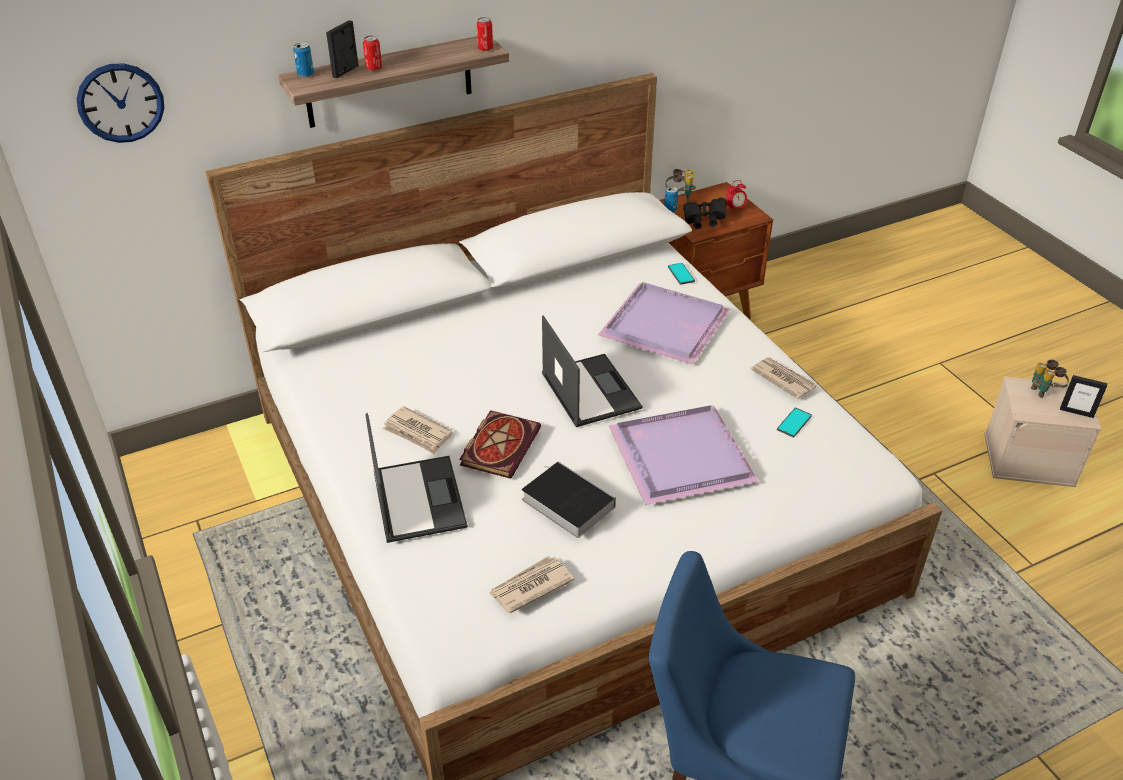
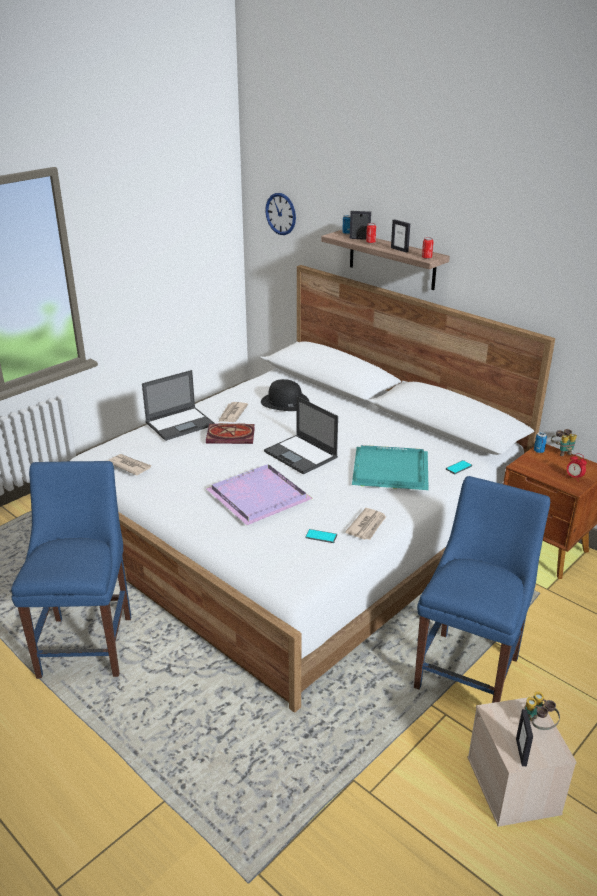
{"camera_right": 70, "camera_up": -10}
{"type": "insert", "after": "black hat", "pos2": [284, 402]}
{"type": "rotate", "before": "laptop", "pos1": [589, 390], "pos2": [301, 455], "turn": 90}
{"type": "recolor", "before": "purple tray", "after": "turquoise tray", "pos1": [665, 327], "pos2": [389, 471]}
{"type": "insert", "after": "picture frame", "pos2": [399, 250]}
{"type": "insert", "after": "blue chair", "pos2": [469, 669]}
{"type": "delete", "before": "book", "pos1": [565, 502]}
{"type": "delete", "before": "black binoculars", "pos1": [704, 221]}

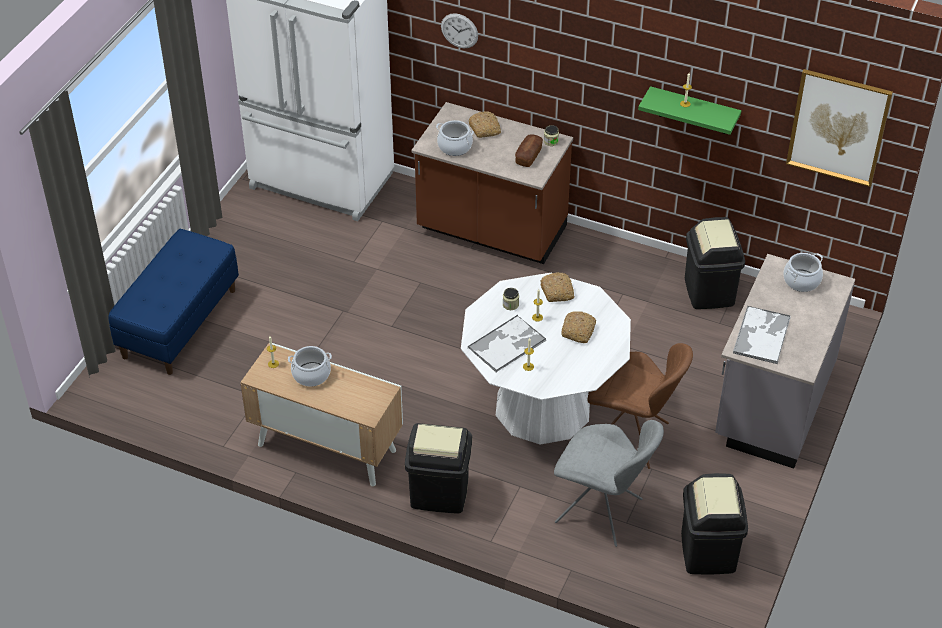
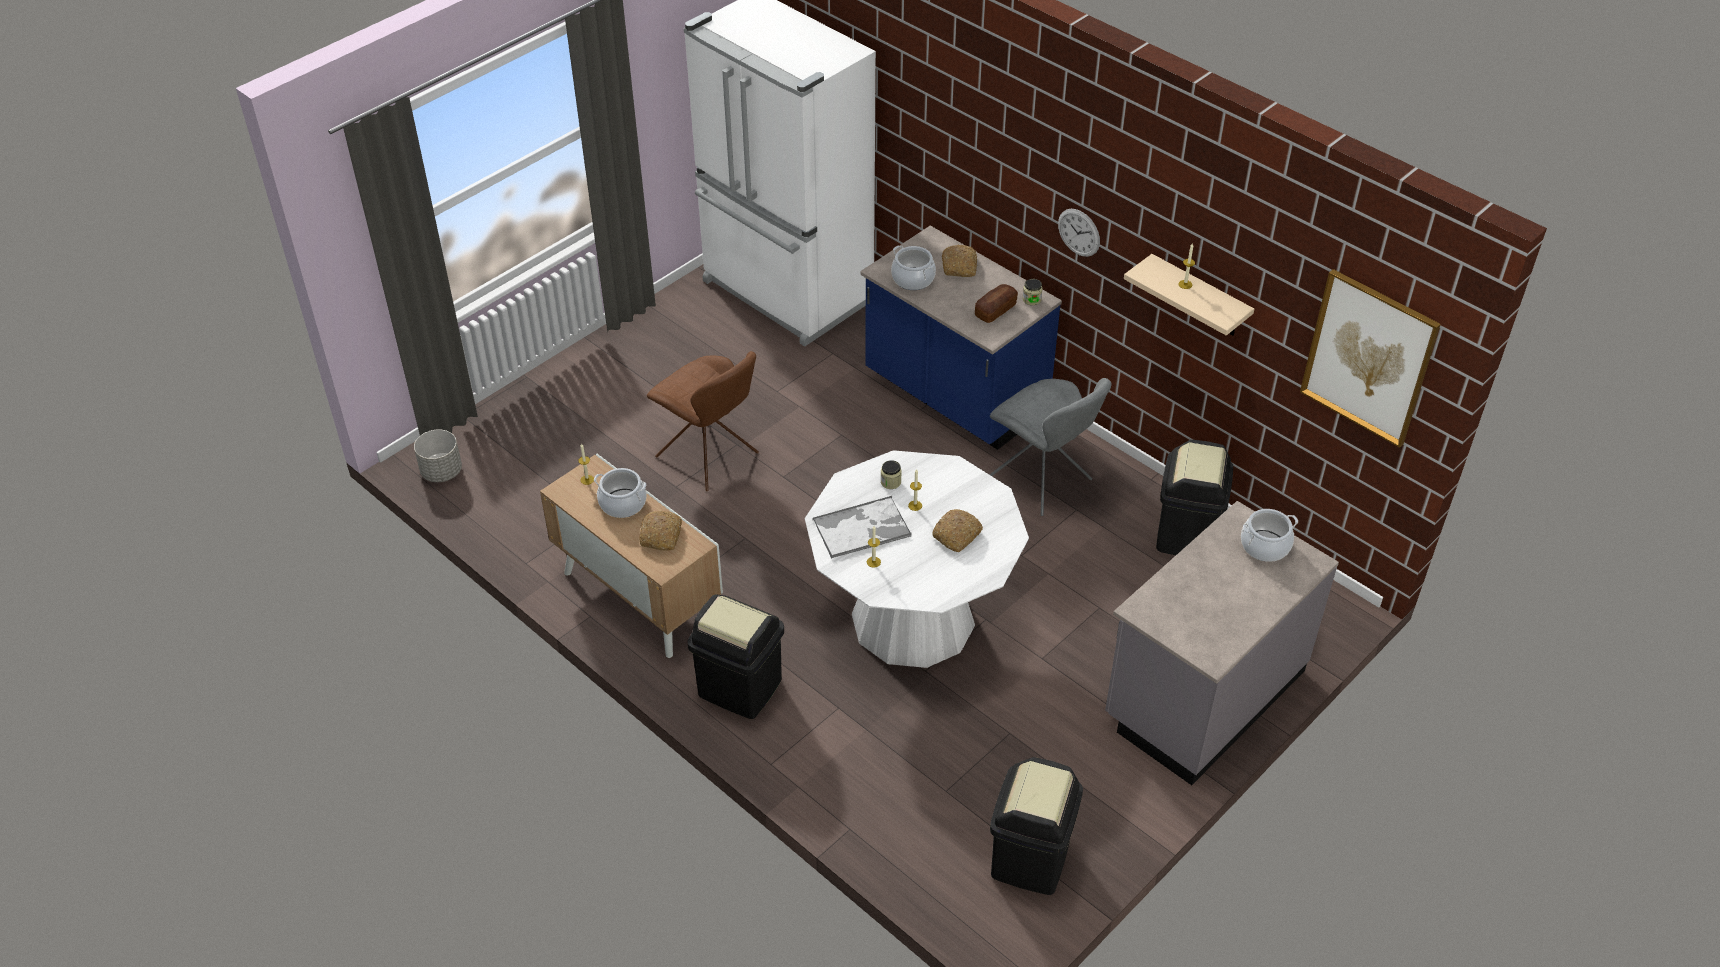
{"camera_right": 20, "camera_up": 0}
{"type": "insert", "after": "grey planter", "pos2": [441, 472]}
{"type": "move", "before": "bread", "pos1": [557, 291], "pos2": [661, 536]}
{"type": "move", "before": "brown chair", "pos1": [632, 438], "pos2": [710, 457]}
{"type": "recolor", "before": "brown counter", "after": "blue counter", "pos1": [491, 231], "pos2": [954, 395]}
{"type": "move", "before": "grey chair", "pos1": [602, 512], "pos2": [1042, 481]}
{"type": "move", "before": "wall clock", "pos1": [459, 30], "pos2": [1079, 232]}
{"type": "recolor", "before": "green shelf", "after": "beige shelf", "pos1": [693, 111], "pos2": [1199, 297]}
{"type": "delete", "before": "blue bench", "pos1": [179, 323]}
{"type": "delete", "before": "tray", "pos1": [762, 335]}

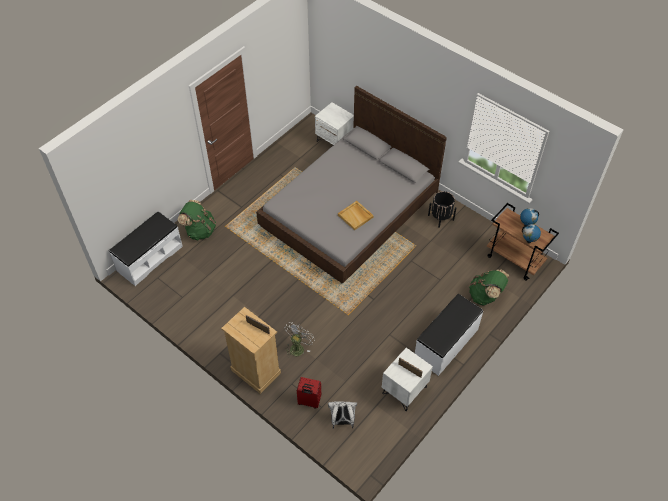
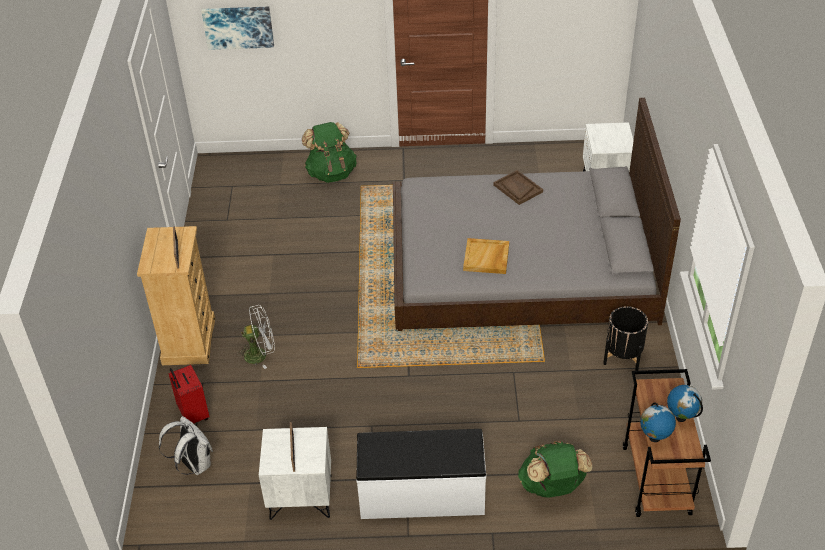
{"camera_right": 50, "camera_up": -10}
{"type": "insert", "after": "picture", "pos2": [238, 27]}
{"type": "insert", "after": "brown tray", "pos2": [517, 188]}
{"type": "delete", "before": "white bench", "pos1": [149, 258]}

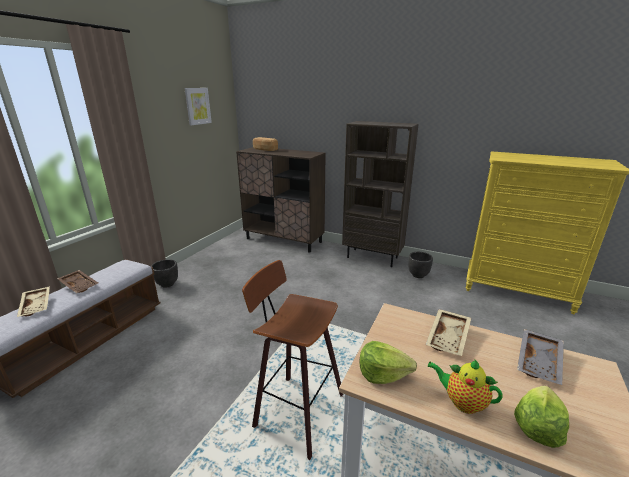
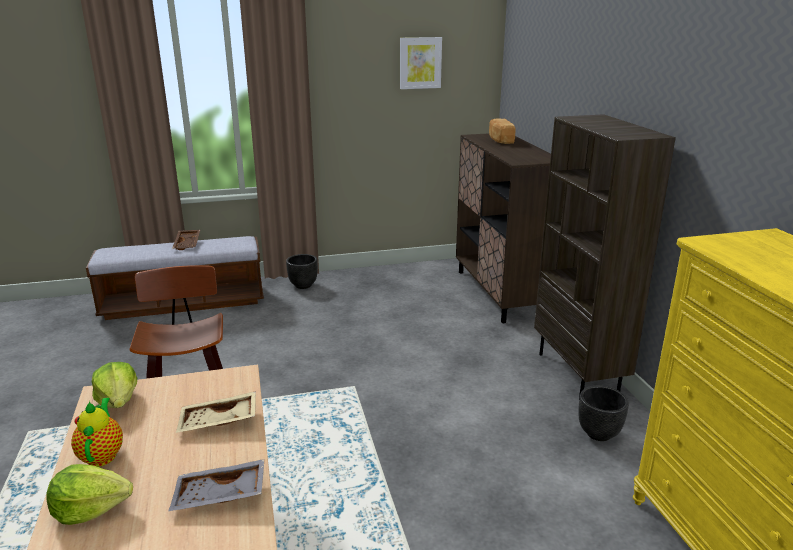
{"camera_right": 50, "camera_up": 0}
{"type": "delete", "before": "beige tray", "pos1": [37, 305]}

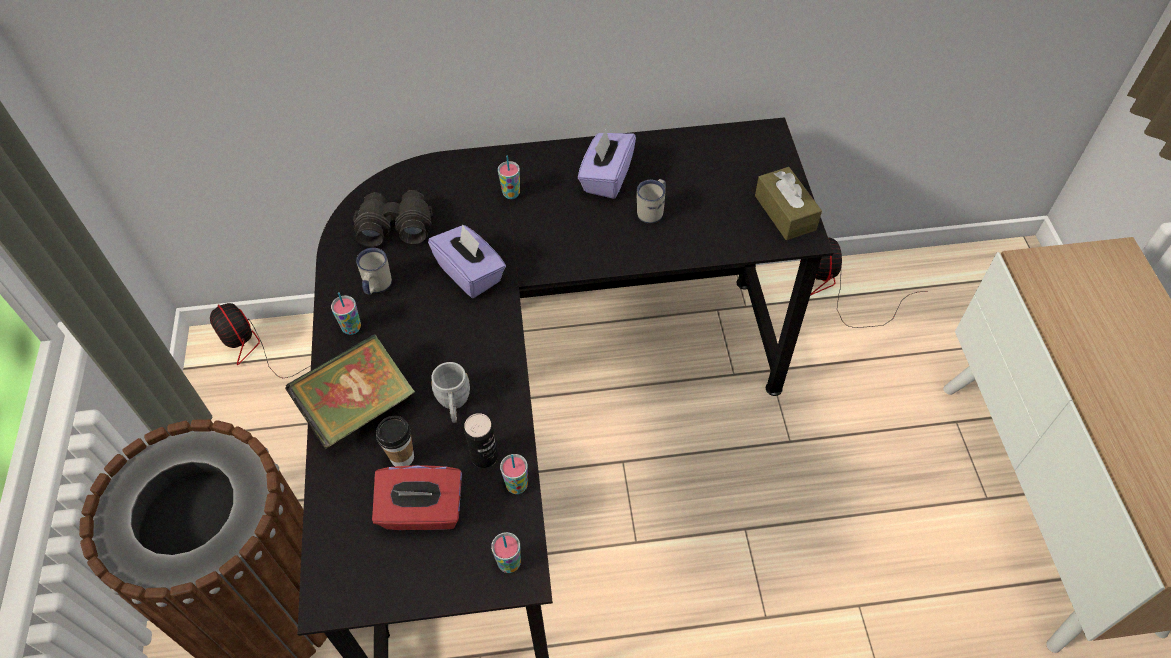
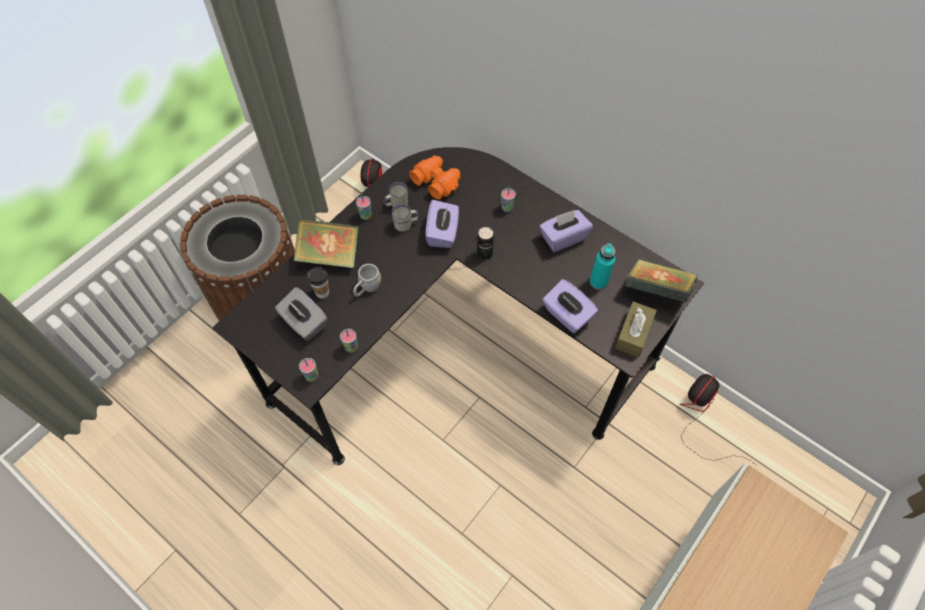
{"camera_right": 45, "camera_up": 5}
{"type": "recolor", "before": "red tissue box", "after": "grey tissue box", "pos1": [422, 512], "pos2": [304, 323]}
{"type": "move", "before": "white mug", "pos1": [653, 211], "pos2": [406, 225]}
{"type": "recolor", "before": "black binoculars", "after": "orange binoculars", "pos1": [395, 226], "pos2": [436, 181]}
{"type": "move", "before": "can", "pos1": [484, 456], "pos2": [484, 254]}
{"type": "insert", "after": "purple tissue box", "pos2": [567, 315]}
{"type": "insert", "after": "turquoise bottle", "pos2": [598, 282]}
{"type": "insert", "after": "book", "pos2": [657, 291]}

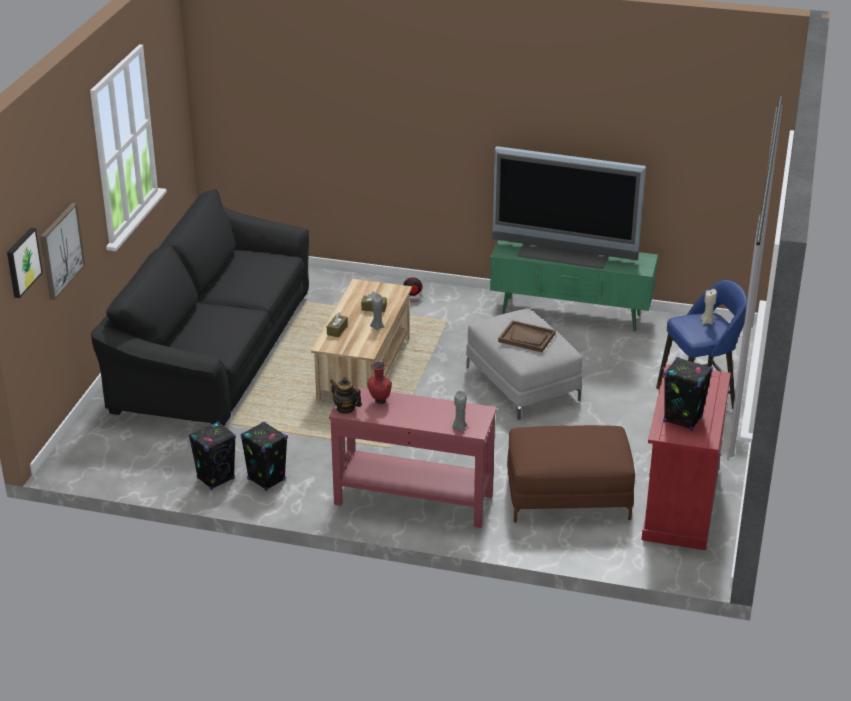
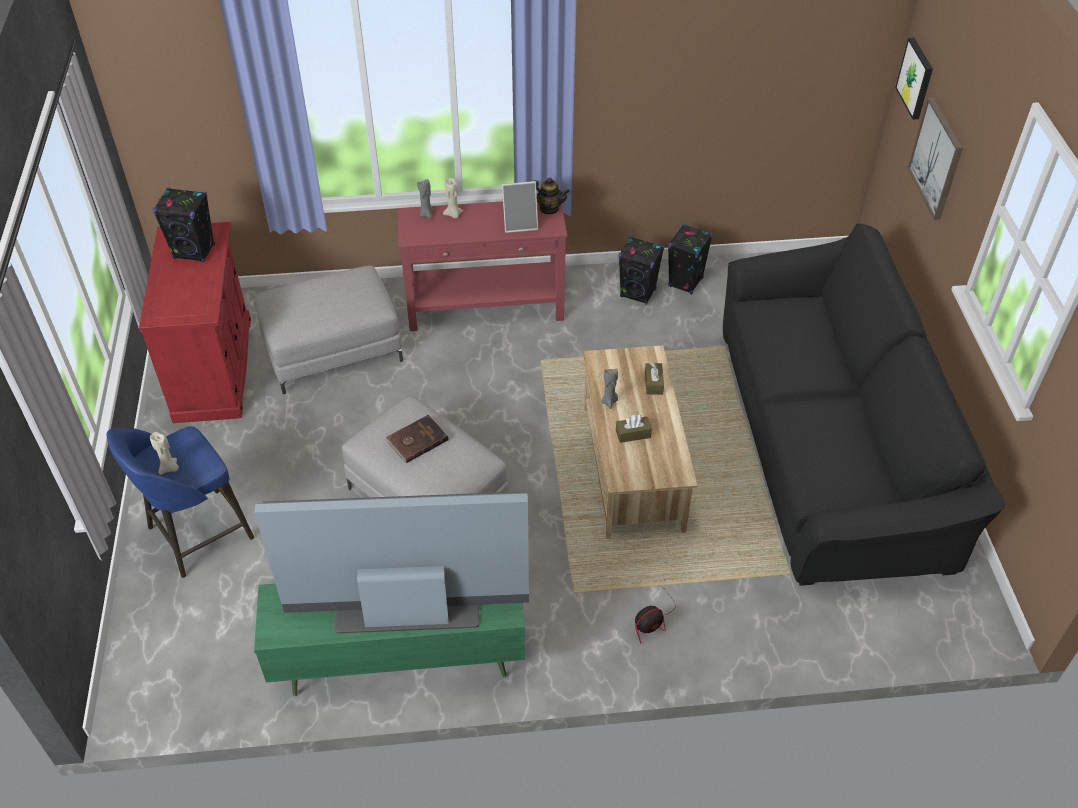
{"camera_right": 160, "camera_up": 15}
{"type": "recolor", "before": "brown ottoman", "after": "grey ottoman", "pos1": [568, 496], "pos2": [332, 349]}
{"type": "replace", "before": "brown tray", "after": "brown book", "pos1": [527, 338], "pos2": [416, 440]}
{"type": "insert", "after": "beige candle", "pos2": [453, 214]}
{"type": "replace", "before": "red vase", "after": "picture frame", "pos1": [379, 401], "pos2": [520, 224]}

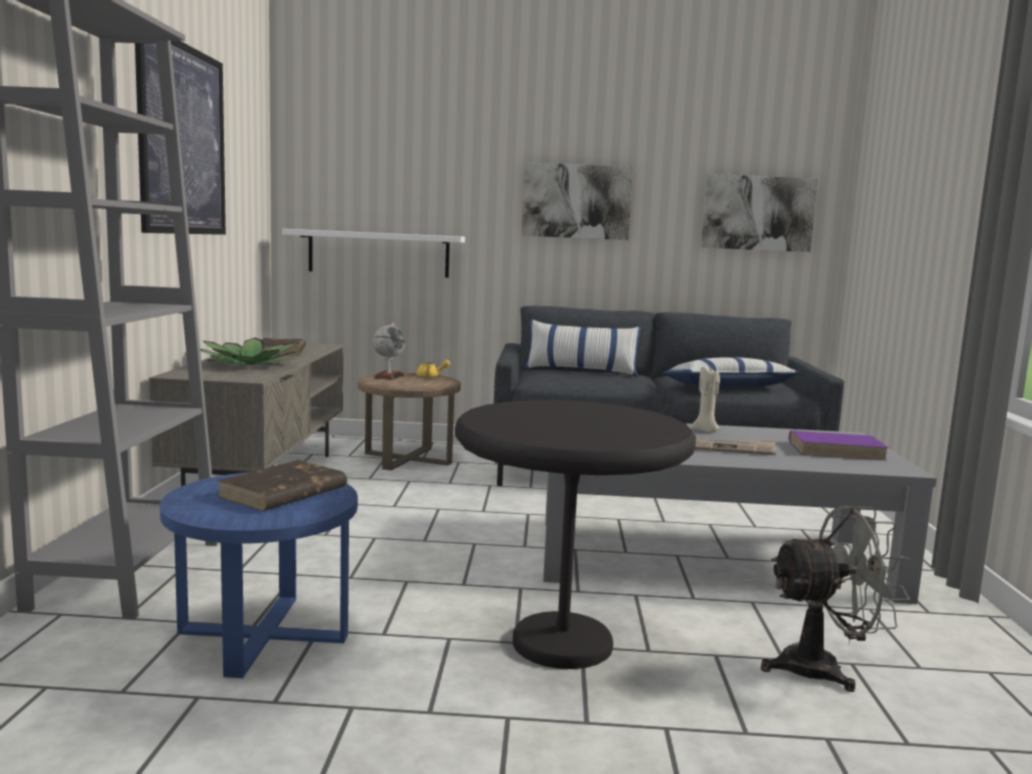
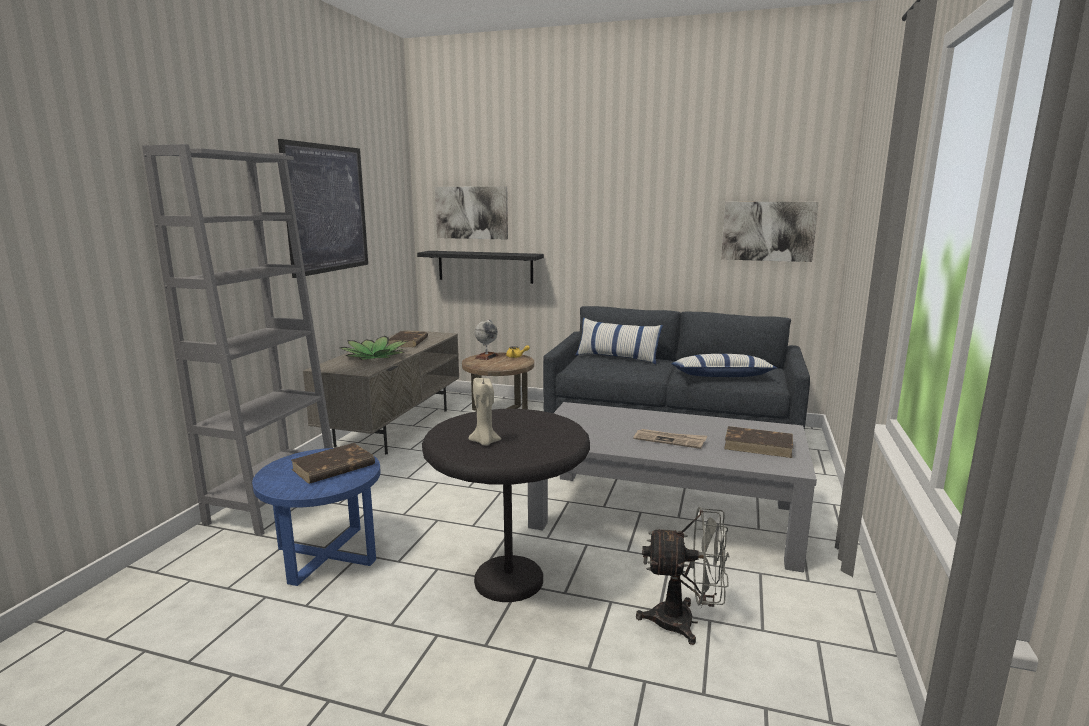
{"camera_right": 15, "camera_up": 5}
{"type": "recolor", "before": "white shelf", "after": "black shelf", "pos1": [378, 253], "pos2": [485, 266]}
{"type": "move", "before": "picture", "pos1": [576, 201], "pos2": [472, 212]}
{"type": "move", "before": "beige candle", "pos1": [705, 431], "pos2": [484, 442]}
{"type": "recolor", "before": "purple book", "after": "brown book", "pos1": [837, 450], "pos2": [759, 445]}

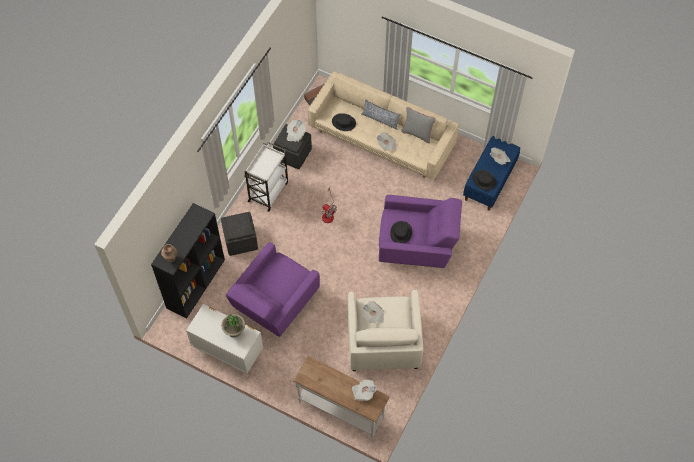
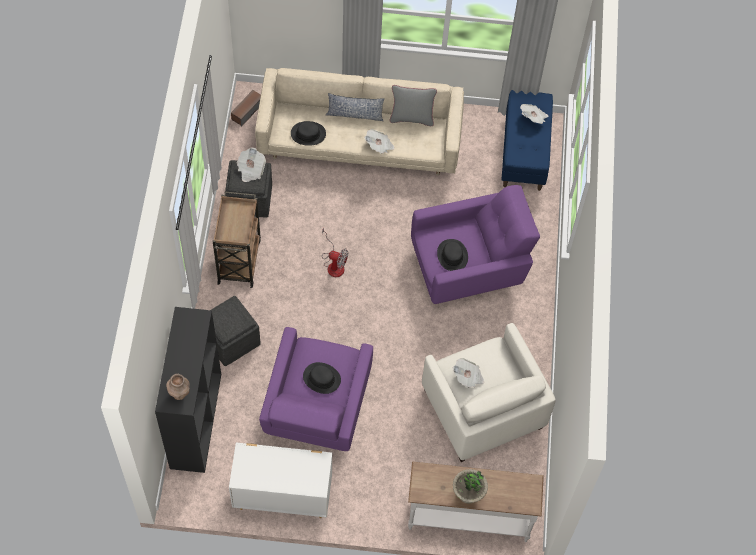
{"camera_right": -25, "camera_up": 0}
{"type": "recolor", "before": "white cart", "after": "brown cart", "pos1": [268, 191], "pos2": [239, 260]}
{"type": "move", "before": "black hat", "pos1": [484, 180], "pos2": [321, 378]}
{"type": "move", "before": "potted plant", "pos1": [234, 331], "pos2": [468, 494]}
{"type": "delete", "before": "newspaper", "pos1": [363, 392]}

